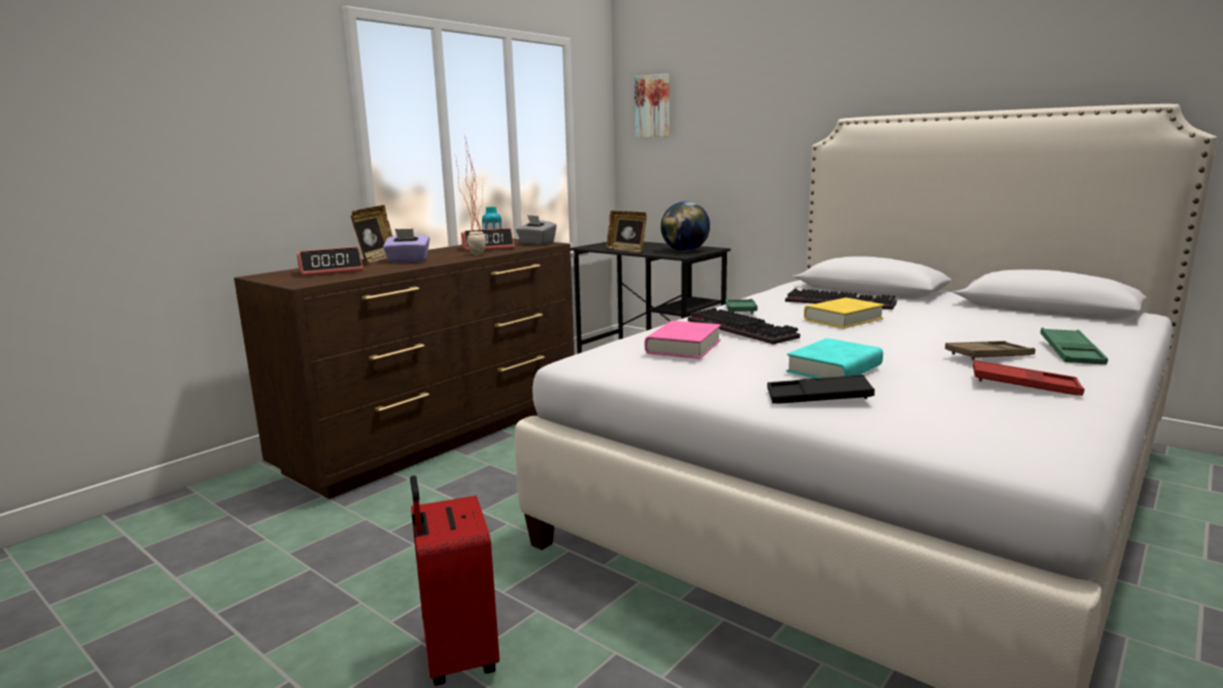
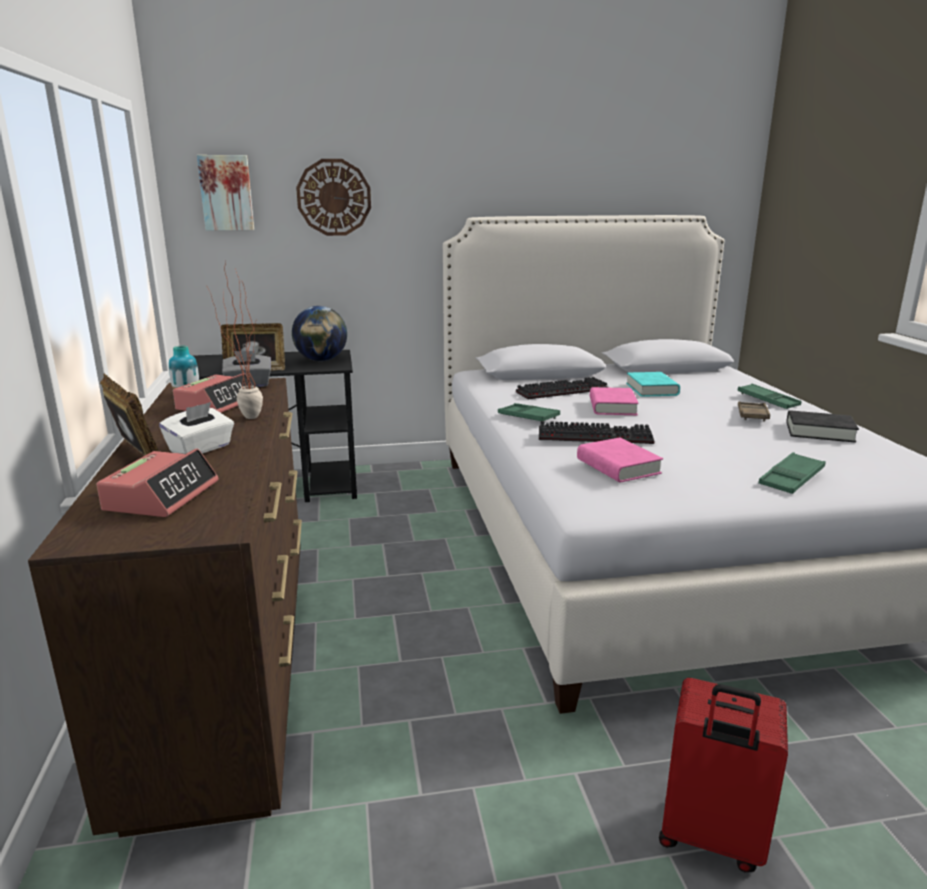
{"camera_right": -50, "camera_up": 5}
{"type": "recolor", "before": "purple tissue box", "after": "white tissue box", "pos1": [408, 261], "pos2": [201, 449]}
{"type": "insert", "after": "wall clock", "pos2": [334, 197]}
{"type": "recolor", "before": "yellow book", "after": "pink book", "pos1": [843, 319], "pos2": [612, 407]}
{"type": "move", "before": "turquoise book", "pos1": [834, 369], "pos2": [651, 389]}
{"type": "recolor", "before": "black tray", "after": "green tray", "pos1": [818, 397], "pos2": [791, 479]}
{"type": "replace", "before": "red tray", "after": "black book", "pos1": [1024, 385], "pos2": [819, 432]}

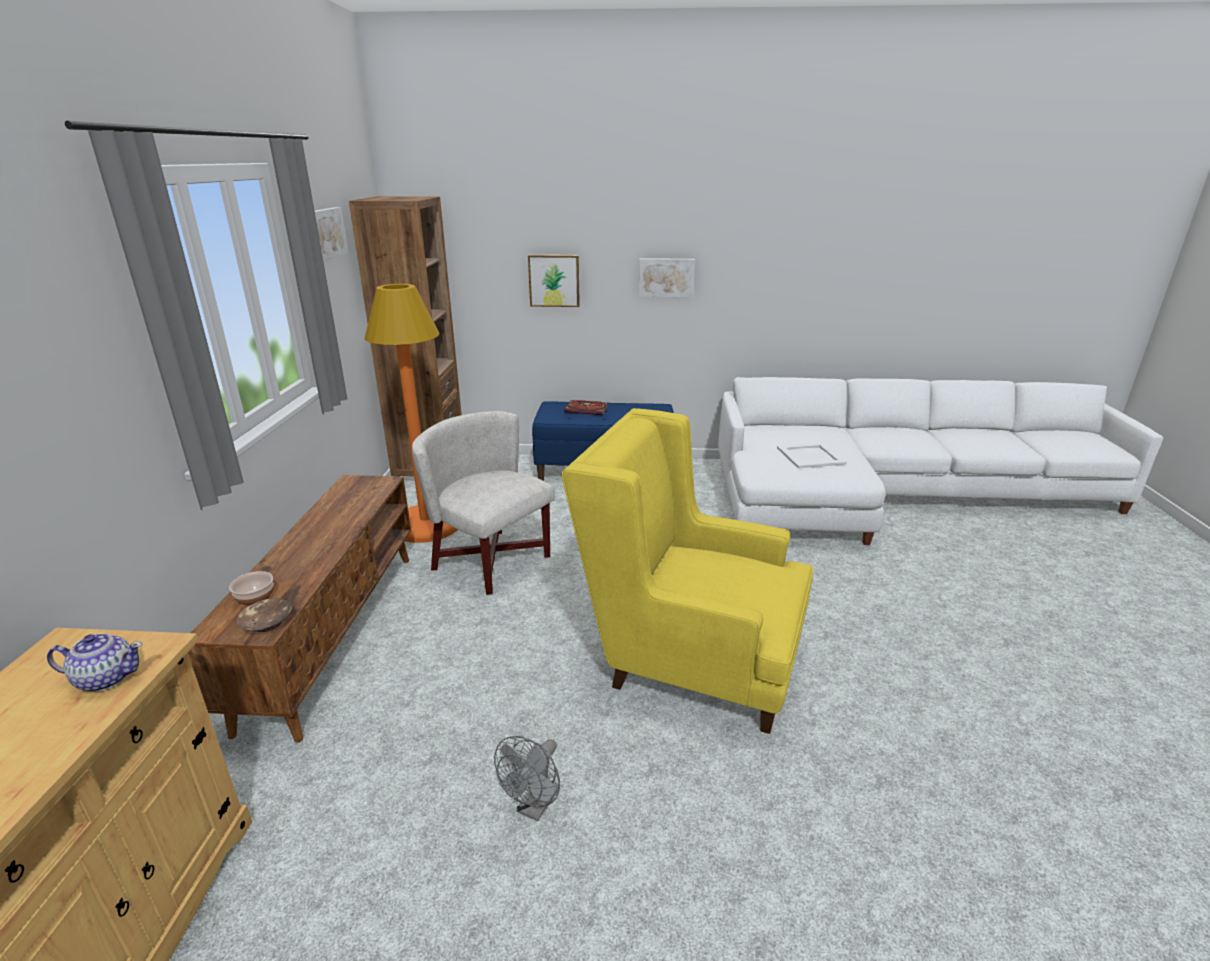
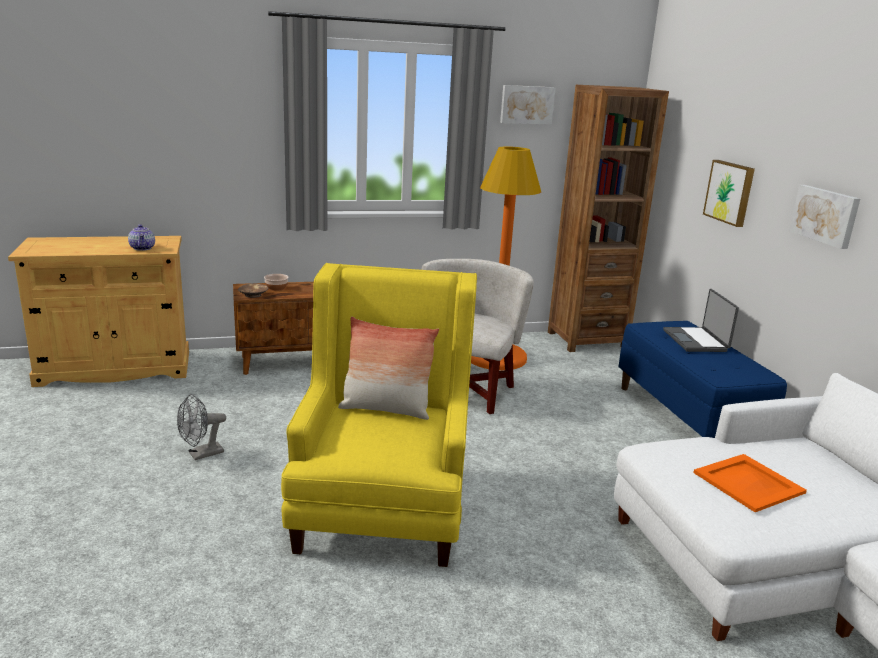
{"camera_right": 70, "camera_up": -5}
{"type": "rotate", "before": "grey fan", "pos1": [535, 807], "pos2": [201, 455], "turn": -45}
{"type": "insert", "after": "pillow", "pos2": [386, 409]}
{"type": "replace", "before": "book", "after": "laptop", "pos1": [587, 409], "pos2": [696, 341]}
{"type": "recolor", "before": "white tray", "after": "orange tray", "pos1": [810, 455], "pos2": [749, 483]}

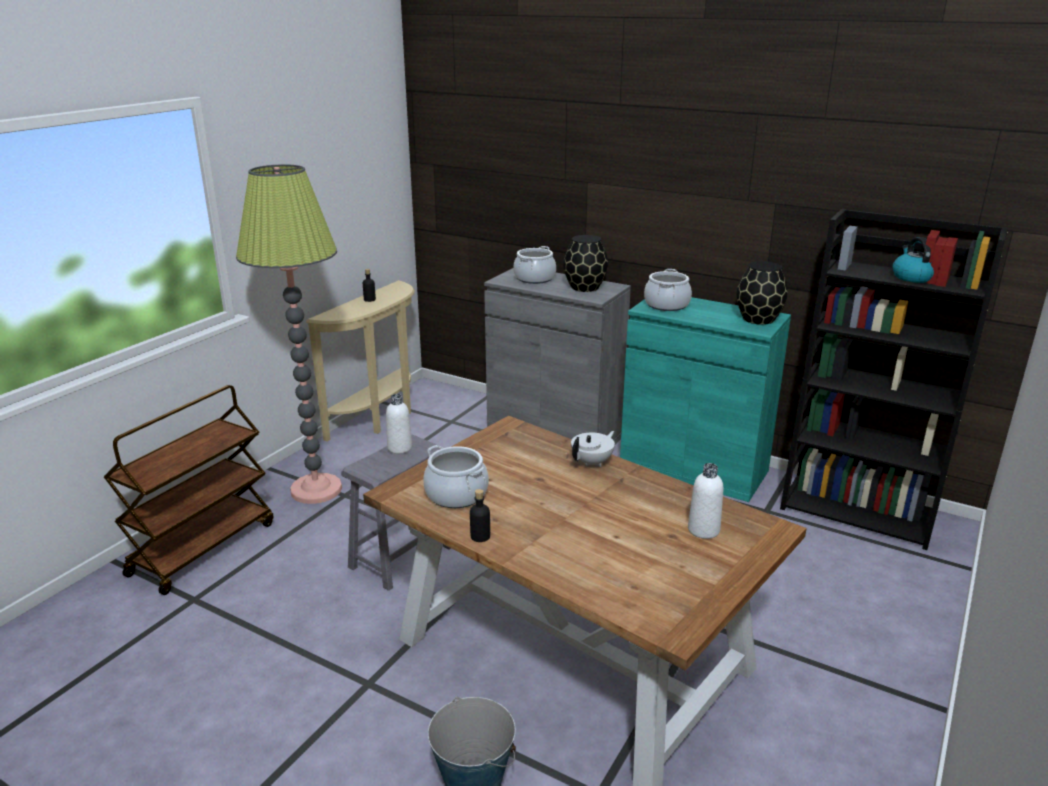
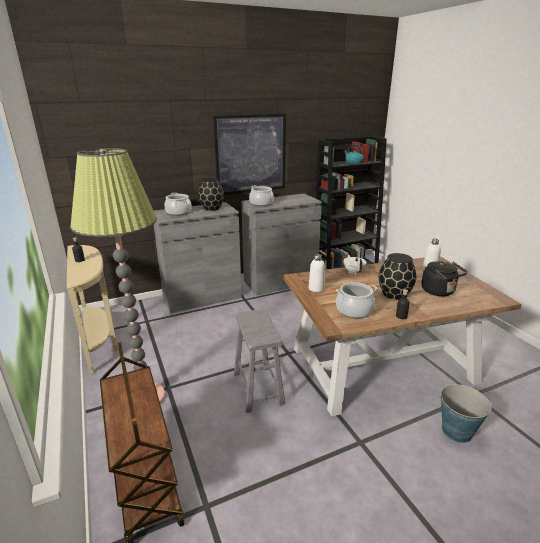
{"camera_right": -55, "camera_up": 0}
{"type": "insert", "after": "picture", "pos2": [251, 154]}
{"type": "recolor", "before": "turquoise cabinet", "after": "grey cabinet", "pos1": [693, 468], "pos2": [280, 281]}
{"type": "move", "before": "white bottle", "pos1": [399, 448], "pos2": [316, 288]}
{"type": "move", "before": "black vase", "pos1": [758, 319], "pos2": [394, 294]}
{"type": "insert", "after": "black kettle", "pos2": [439, 292]}

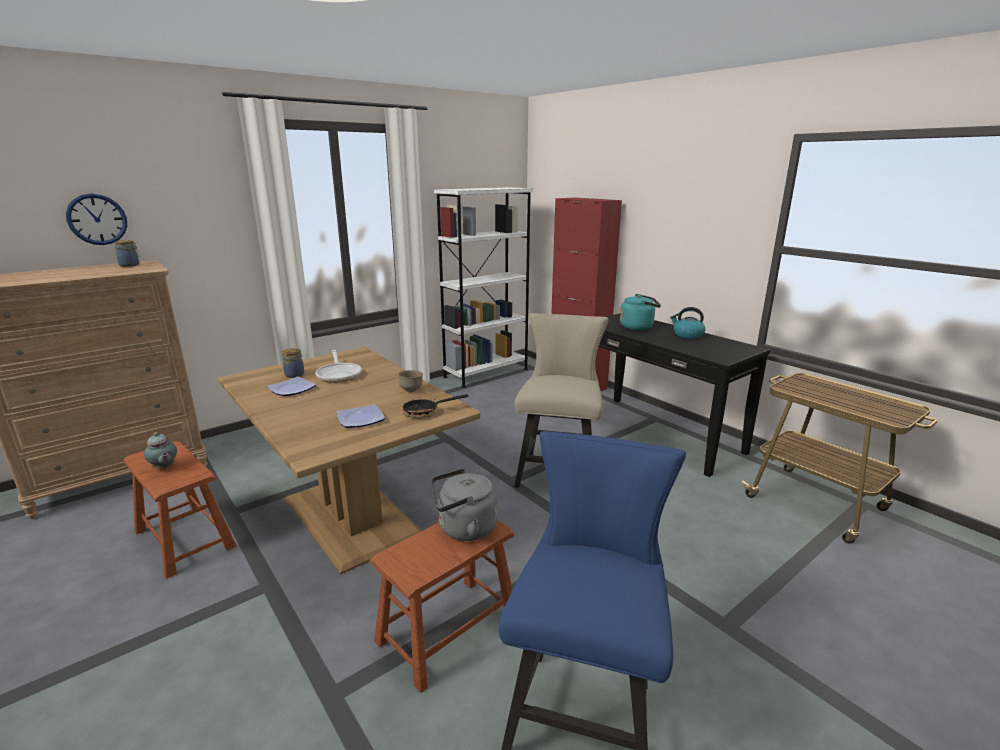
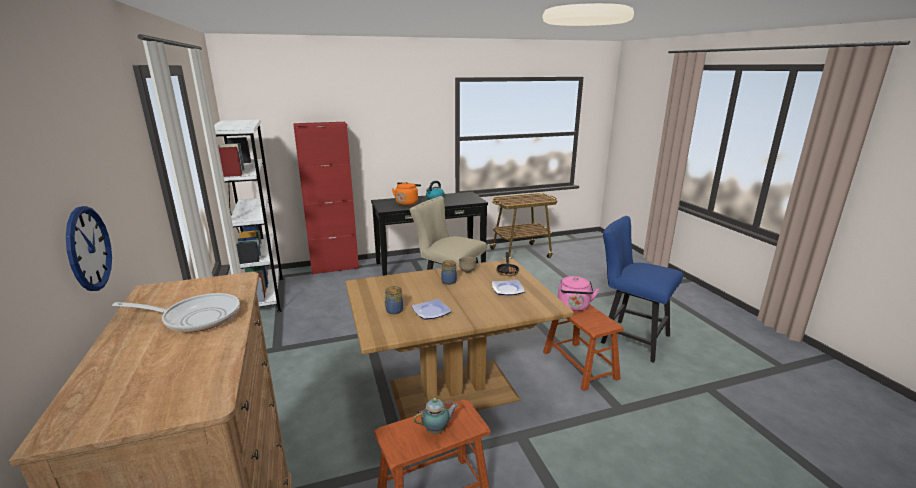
{"camera_right": -70, "camera_up": 0}
{"type": "move", "before": "frying pan", "pos1": [339, 374], "pos2": [196, 317]}
{"type": "recolor", "before": "turquoise kettle", "after": "orange kettle", "pos1": [638, 327], "pos2": [407, 203]}
{"type": "move", "before": "jar", "pos1": [130, 265], "pos2": [449, 281]}
{"type": "recolor", "before": "grey kettle", "after": "pink kettle", "pos1": [464, 529], "pos2": [574, 307]}

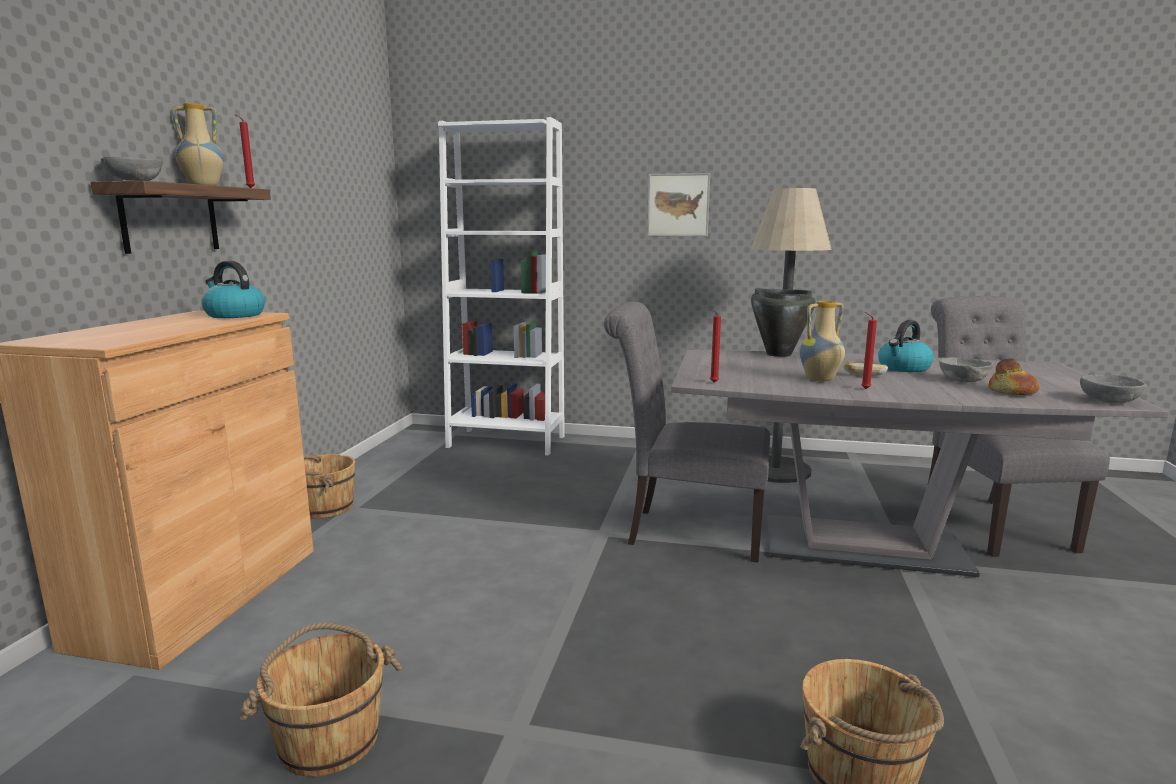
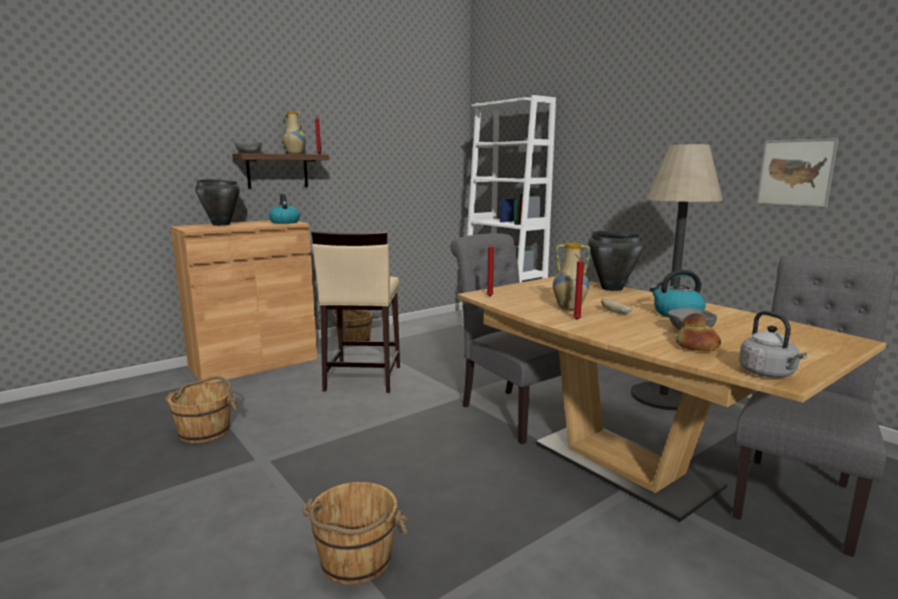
{"camera_right": 40, "camera_up": 0}
{"type": "insert", "after": "black cooking pot", "pos2": [221, 224]}
{"type": "insert", "after": "beige stool", "pos2": [362, 378]}
{"type": "recolor", "before": "grey dining table", "after": "brown dining table", "pos1": [863, 546], "pos2": [624, 465]}
{"type": "replace", "before": "grey bowl", "after": "grey kettle", "pos1": [1109, 401], "pos2": [768, 374]}
{"type": "move", "before": "picture", "pos1": [678, 205], "pos2": [795, 173]}

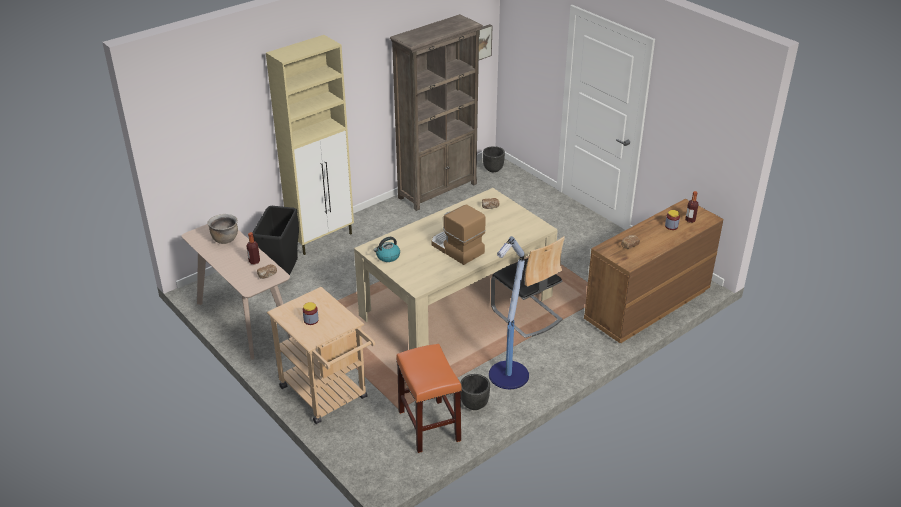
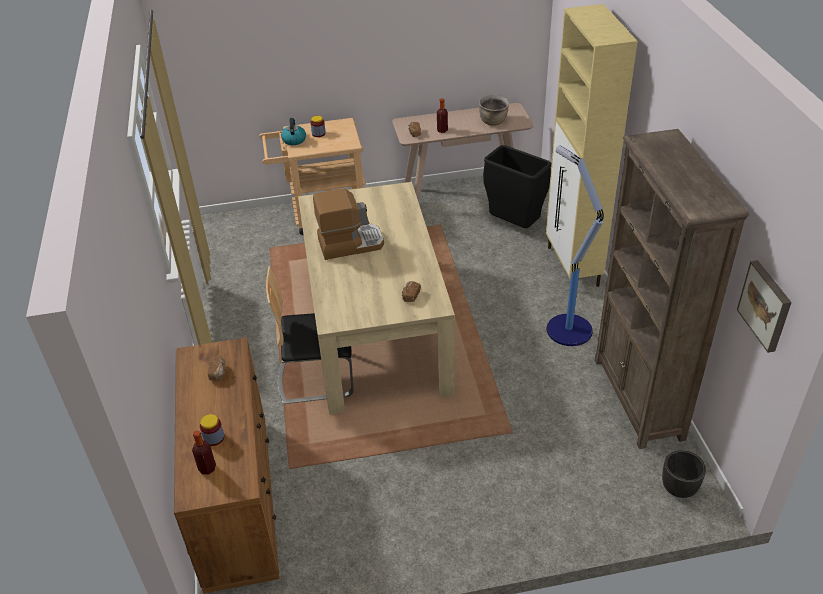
{"camera_right": 120, "camera_up": 5}
{"type": "move", "before": "kettle", "pos1": [387, 257], "pos2": [294, 140]}
{"type": "move", "before": "floor lamp", "pos1": [508, 376], "pos2": [567, 329]}
{"type": "delete", "before": "orange stool", "pos1": [430, 426]}
{"type": "delete", "before": "black planter", "pos1": [474, 404]}

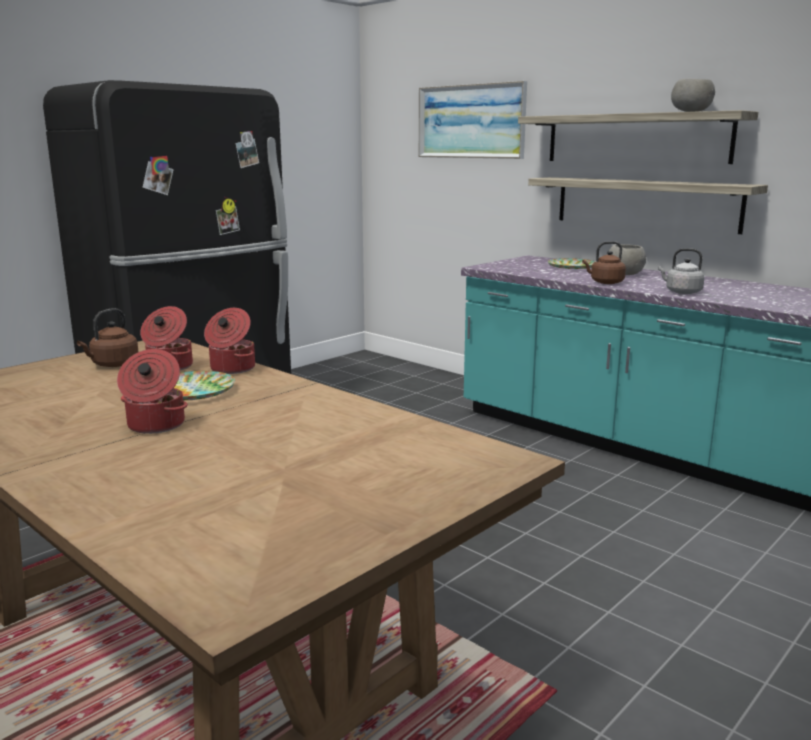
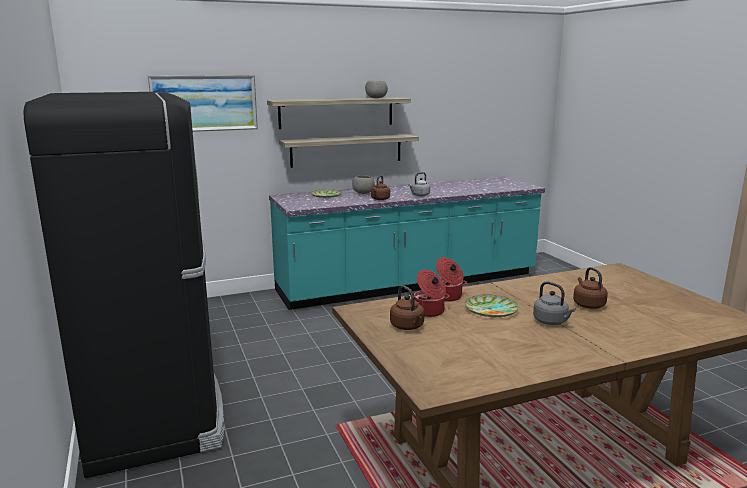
{"camera_right": -65, "camera_up": 0}
{"type": "replace", "before": "cooking pot", "after": "grey kettle", "pos1": [155, 425], "pos2": [551, 322]}
{"type": "insert", "after": "brown kettle", "pos2": [587, 304]}

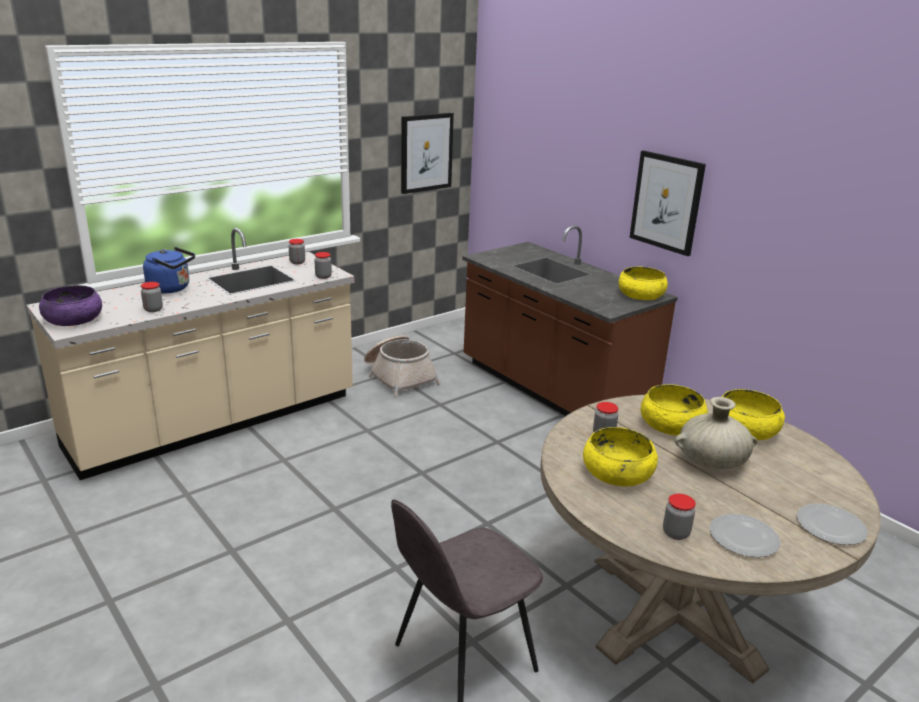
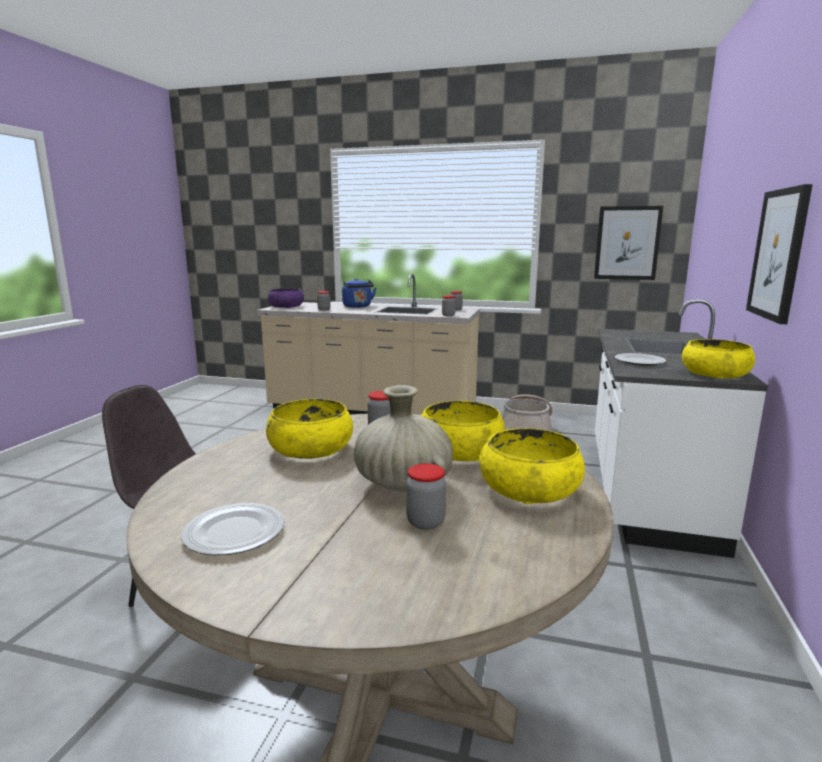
{"camera_right": 55, "camera_up": -10}
{"type": "move", "before": "jar", "pos1": [675, 533], "pos2": [425, 522]}
{"type": "recolor", "before": "brown counter", "after": "white counter", "pos1": [552, 390], "pos2": [646, 489]}
{"type": "move", "before": "plate", "pos1": [830, 526], "pos2": [639, 361]}

